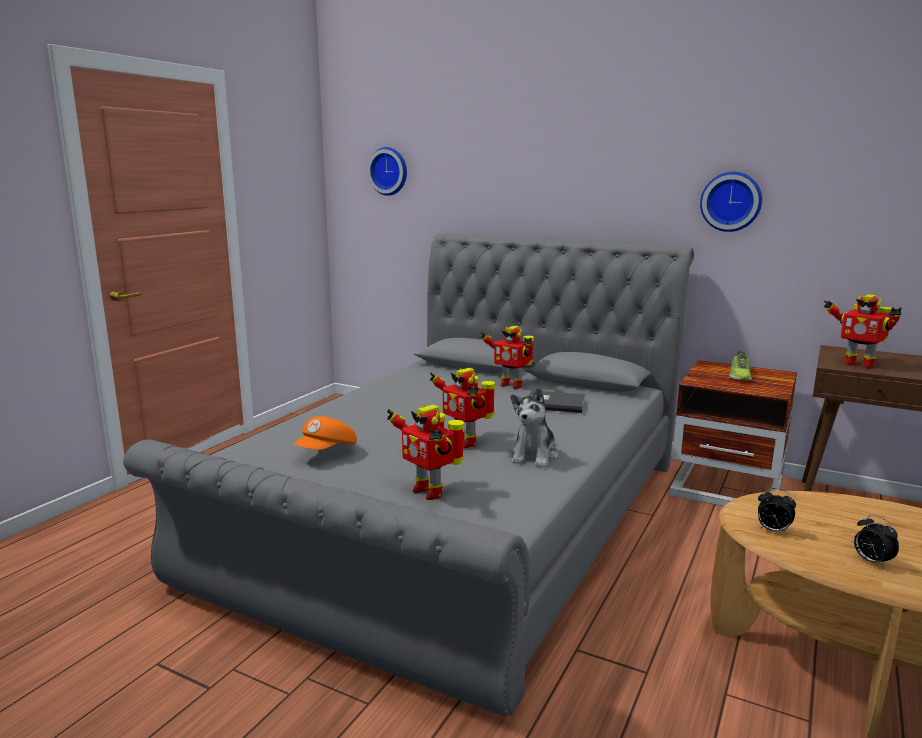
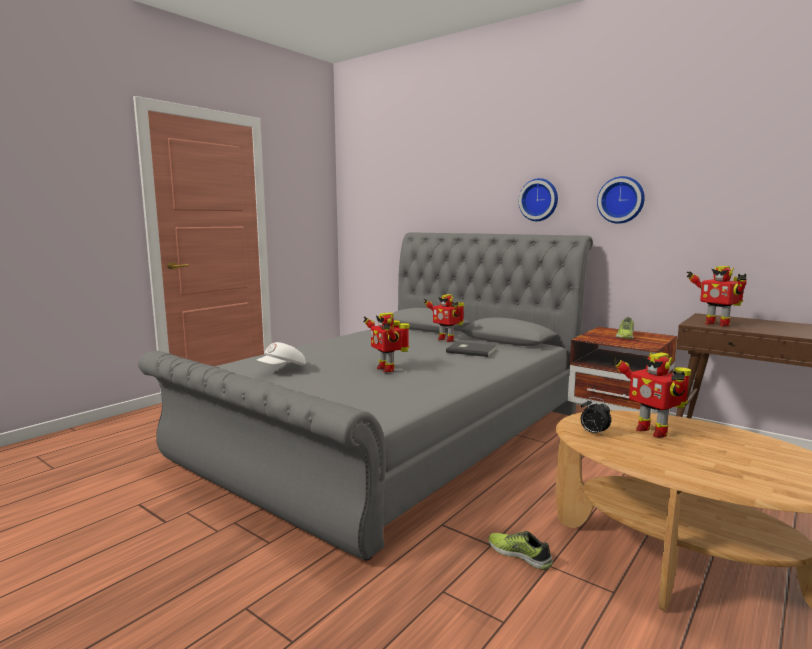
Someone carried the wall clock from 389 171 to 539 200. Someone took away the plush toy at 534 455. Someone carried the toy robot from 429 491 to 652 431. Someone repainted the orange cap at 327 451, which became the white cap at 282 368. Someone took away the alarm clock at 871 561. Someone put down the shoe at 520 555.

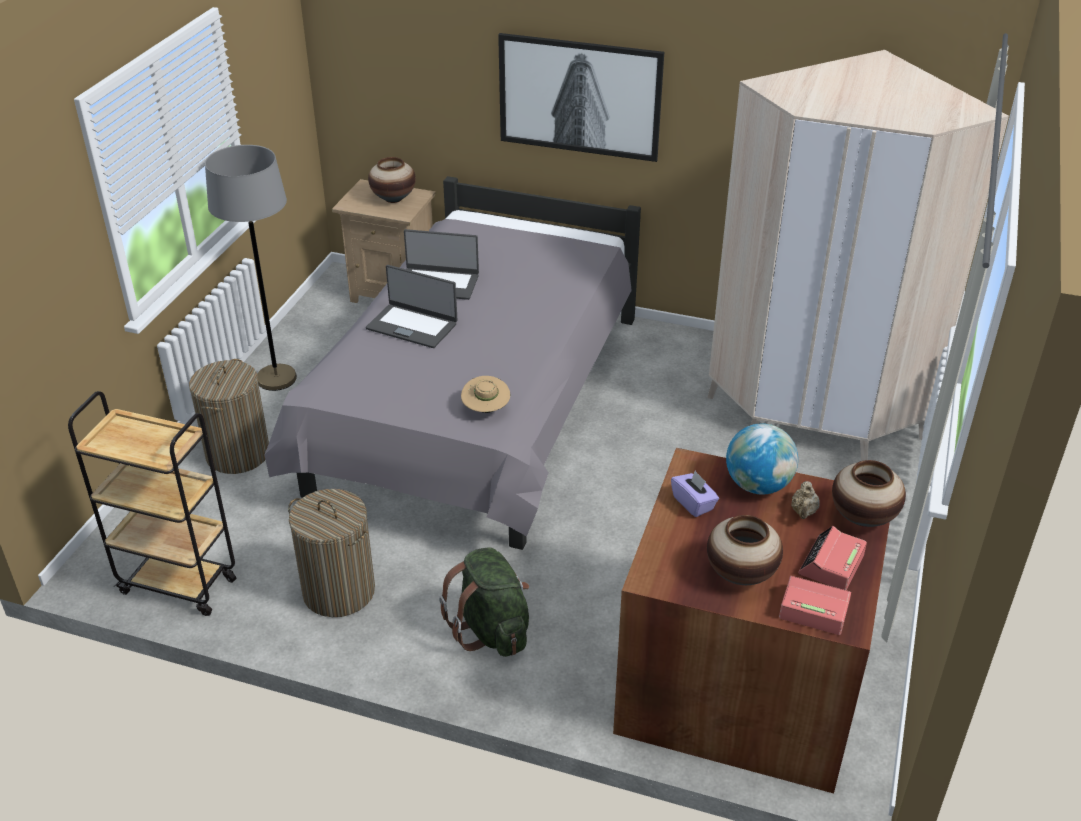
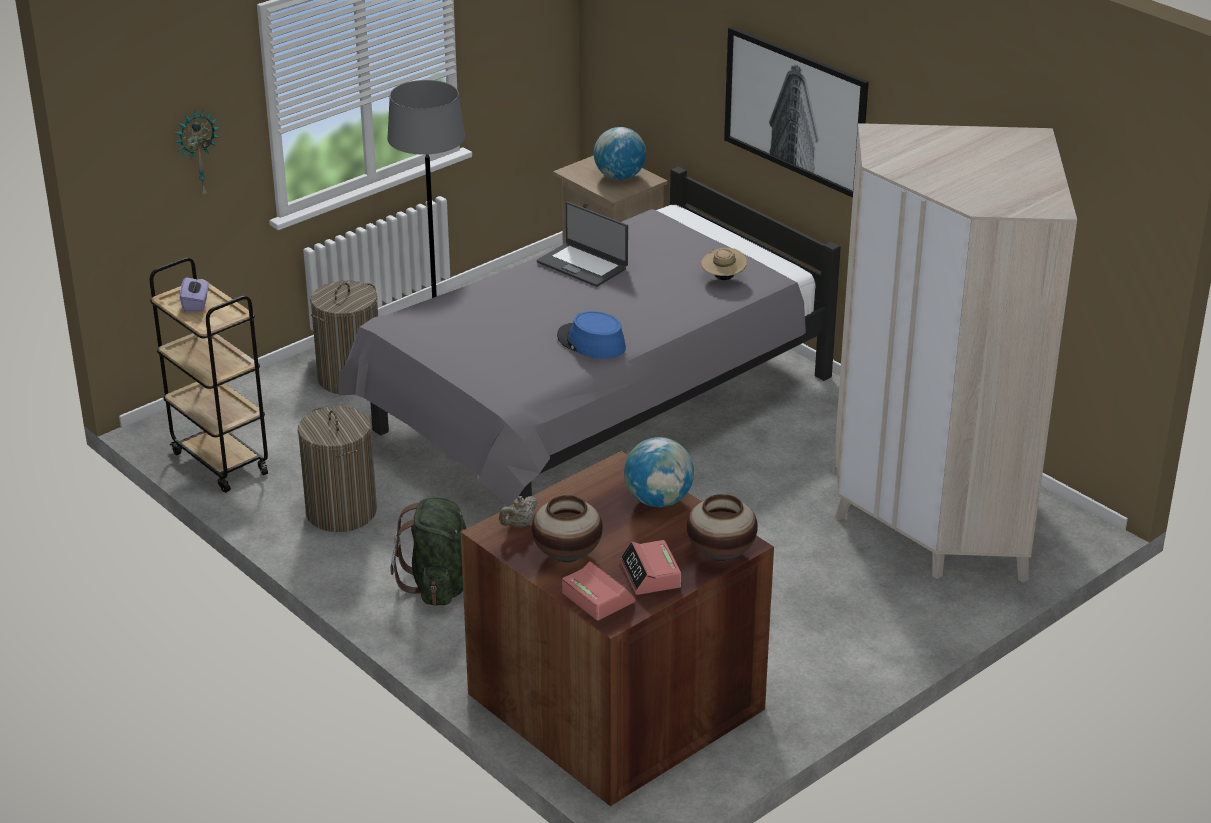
Someone swapped the vase at 393 198 for the globe at 619 177. Someone took away the laptop at 412 326. Someone carried the beige hat from 486 409 to 723 278. Someone carried the purple tissue box from 693 503 to 196 304. Someone carried the beige teapot from 803 512 to 519 525. Someone rotated the alarm clock at 831 565 by 75 degrees counterclockwise. Someone put up the wall clock at 197 153. Someone put down the blue hat at 591 342.

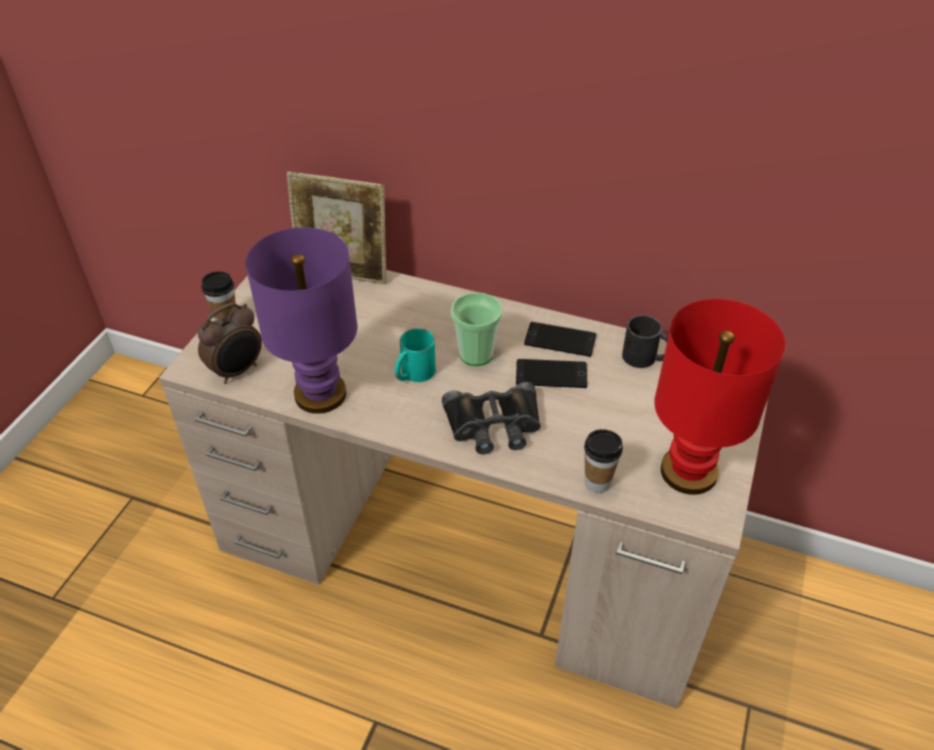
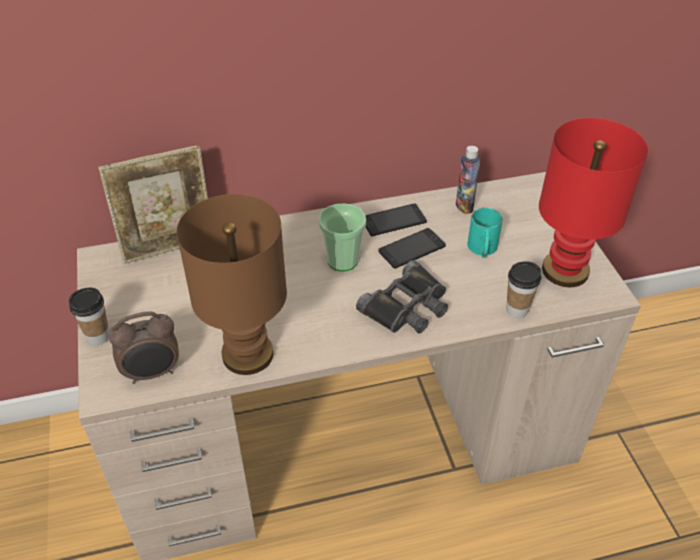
Someone repainted the purple table lamp at 319 395, which became the brown table lamp at 247 355. Someone rotated the alarm clock at 238 371 by 60 degrees clockwise. Someone swapped the black mug at 646 358 for the bottle at 464 205. Someone carried the turquoise mug from 413 374 to 482 249.

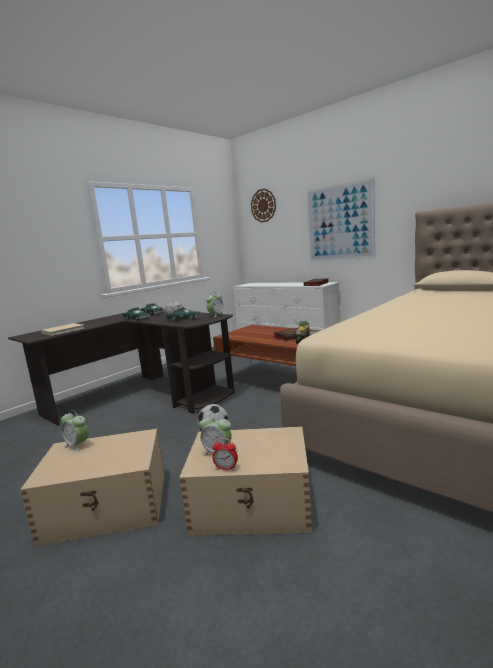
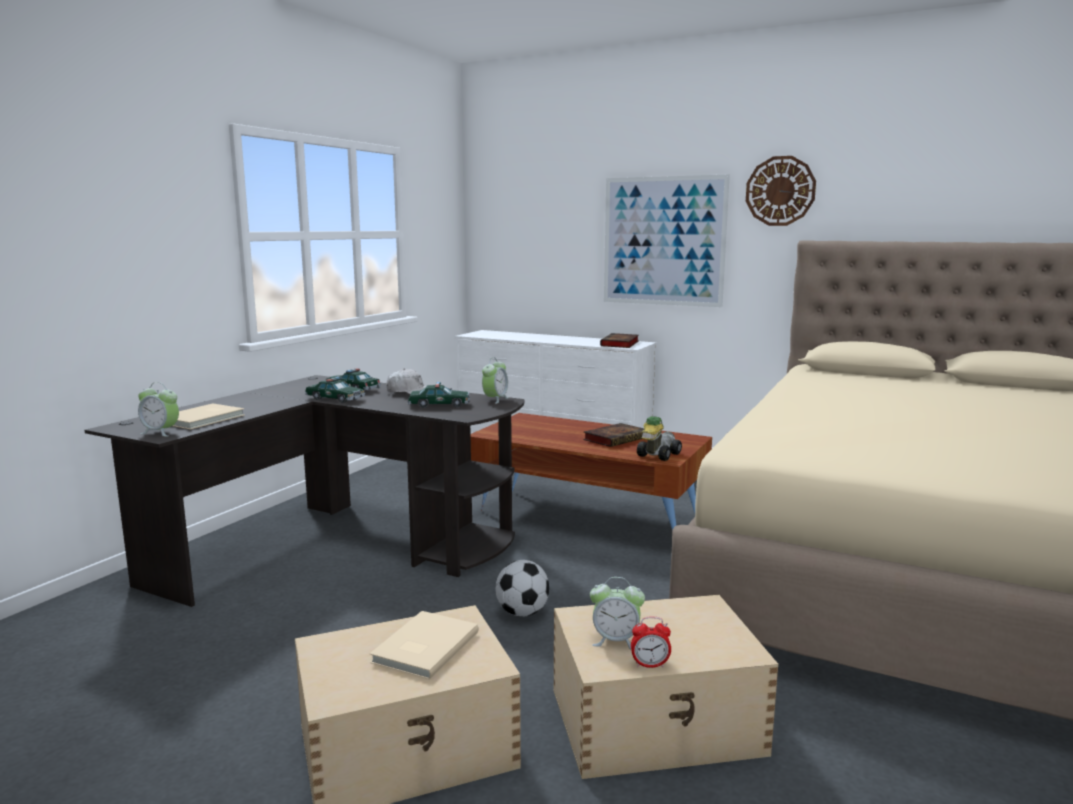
Someone carried the wall clock from 263 205 to 780 191. Someone carried the alarm clock from 77 445 to 161 432. Someone put down the beige book at 422 647.

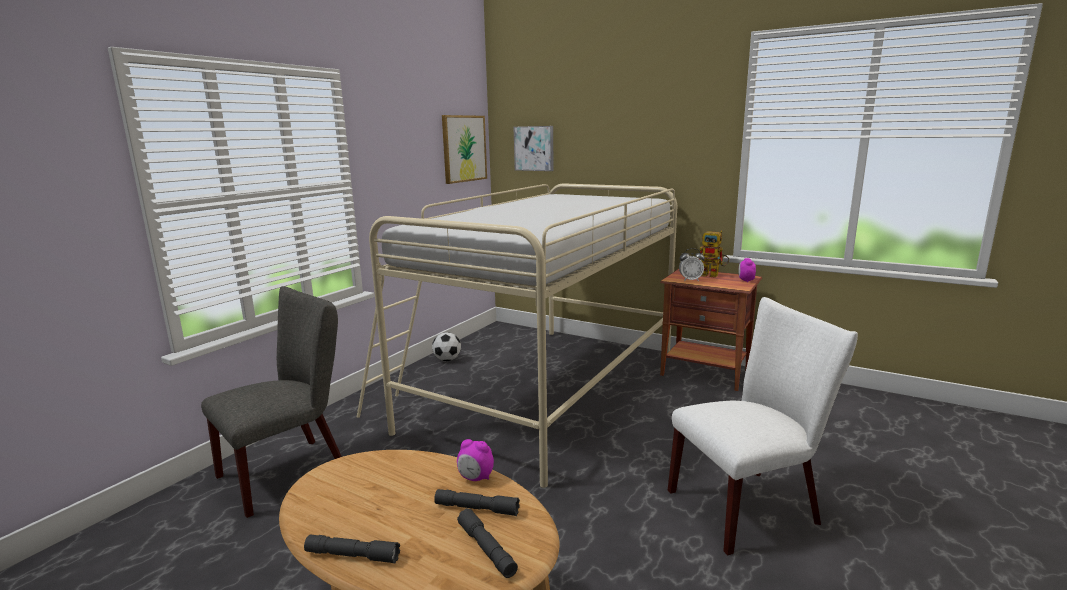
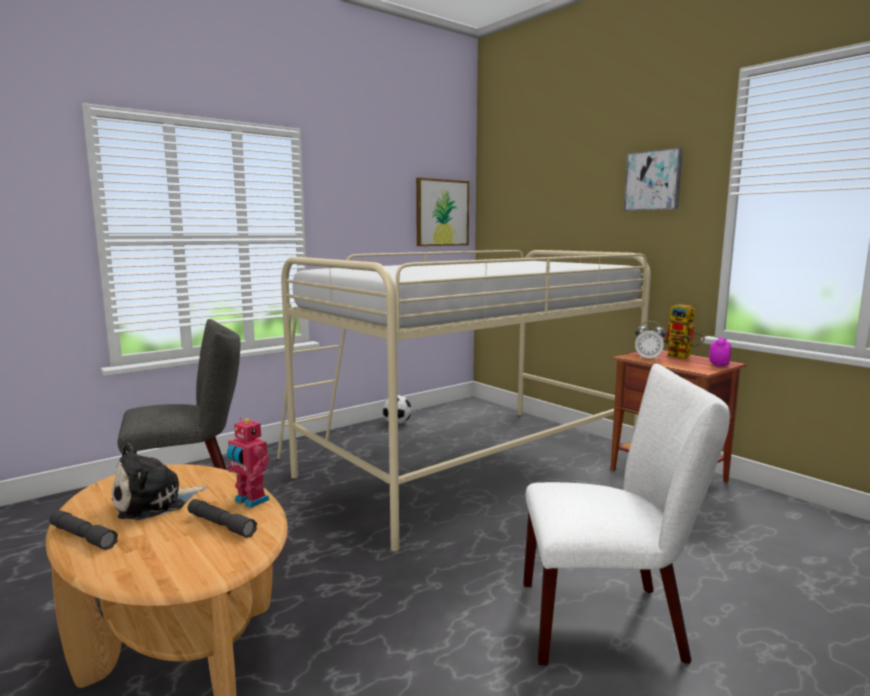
Someone carried the picture from 534 148 to 653 180. Someone swapped the alarm clock at 475 478 for the toy robot at 250 501. Someone took away the grey flashlight at 486 549. Someone put down the plush toy at 154 503.

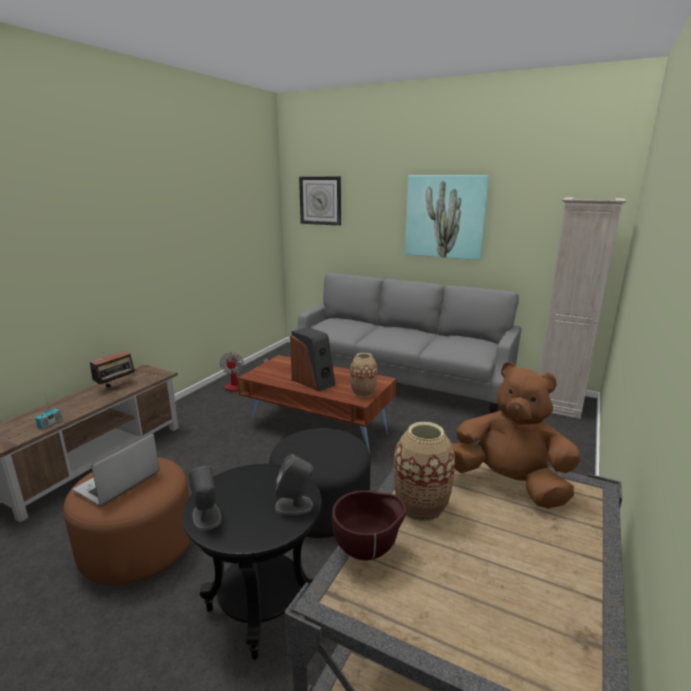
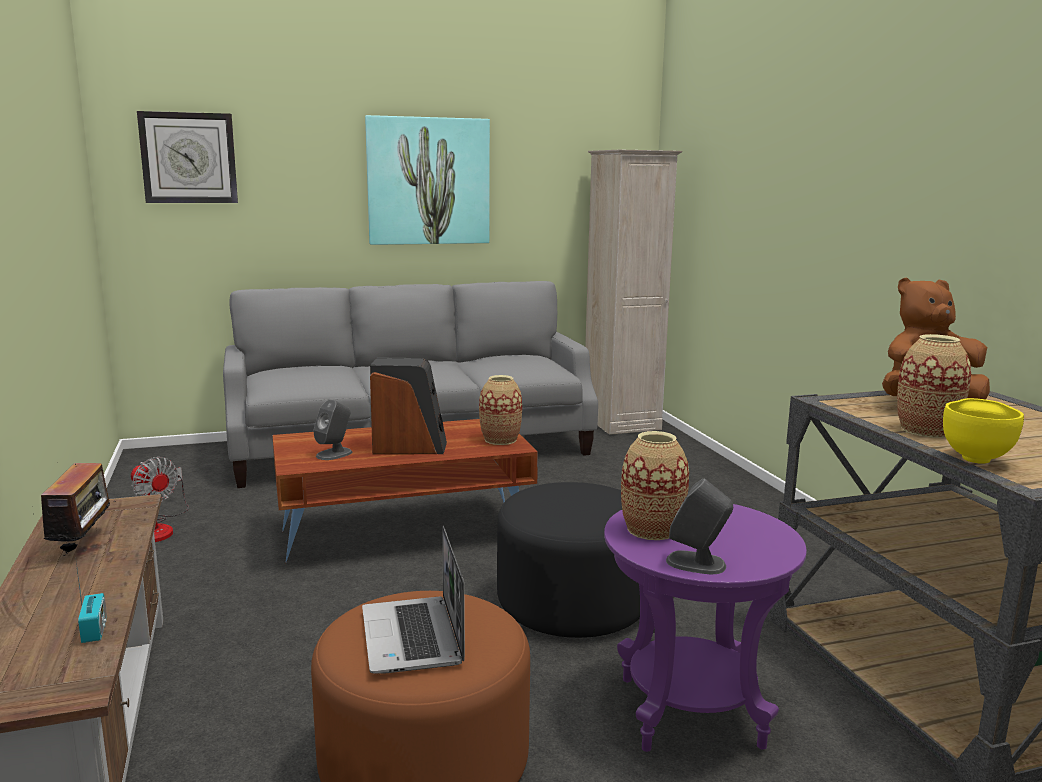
Someone carried the grey speaker from 294 506 to 334 454. Someone repainted the black side table at 262 608, which became the purple side table at 690 712. Someone repainted the brown bowl at 368 550, which became the yellow bowl at 976 458. Someone put down the vase at 651 529.

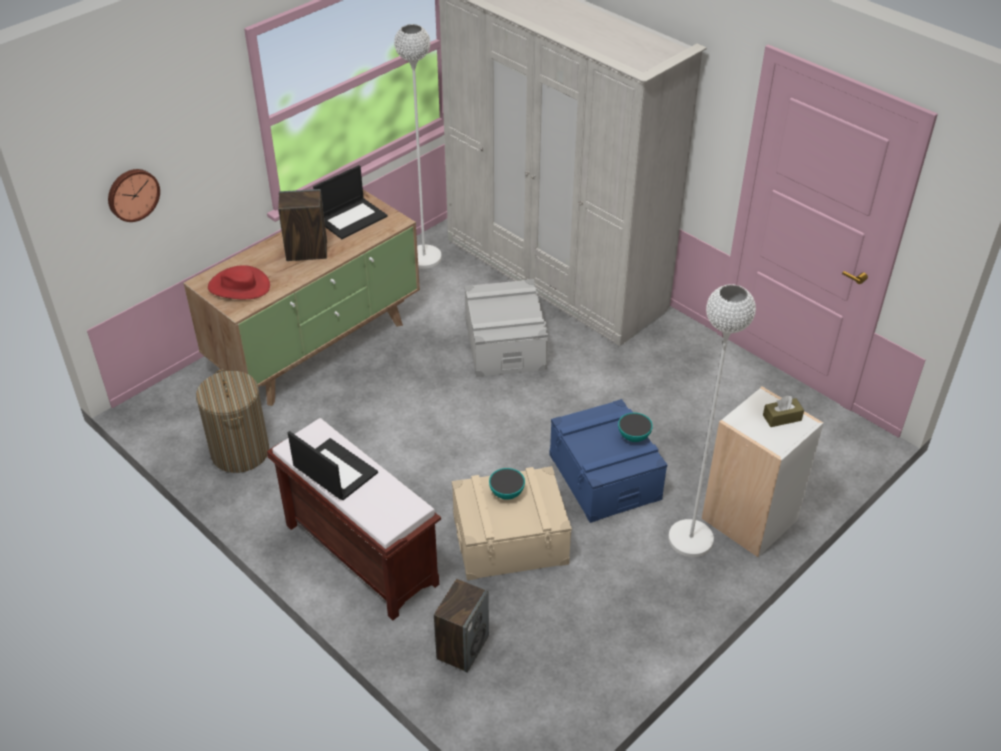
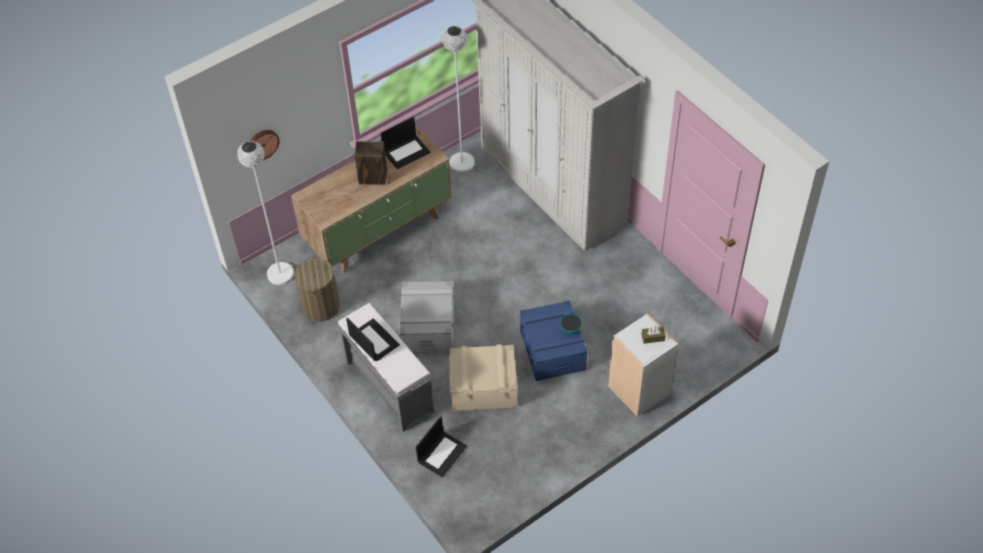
Someone took away the red hat at 239 286. Someone carried the grey storage box from 505 344 to 428 326. Someone carried the white floor lamp from 690 539 to 280 274. Someone repainted the brown bench at 359 554, which became the grey bench at 388 386. Someone took away the bowl at 506 493. Someone swapped the speaker at 462 647 for the laptop at 442 453.

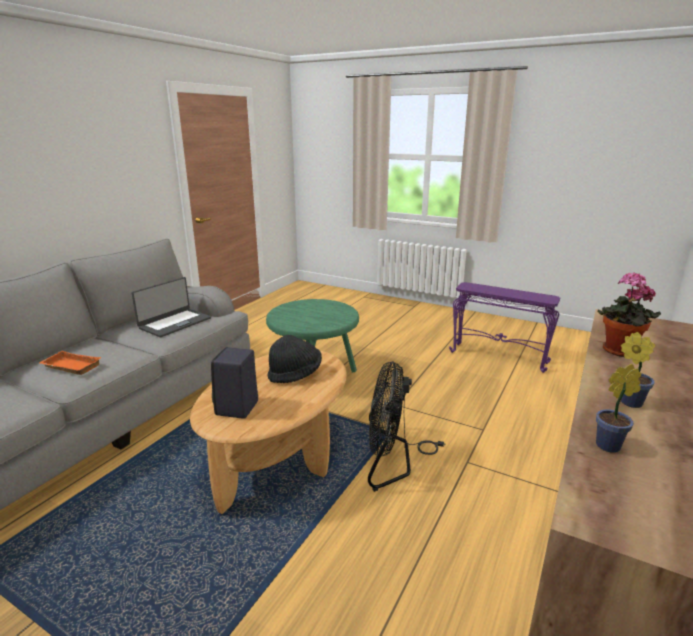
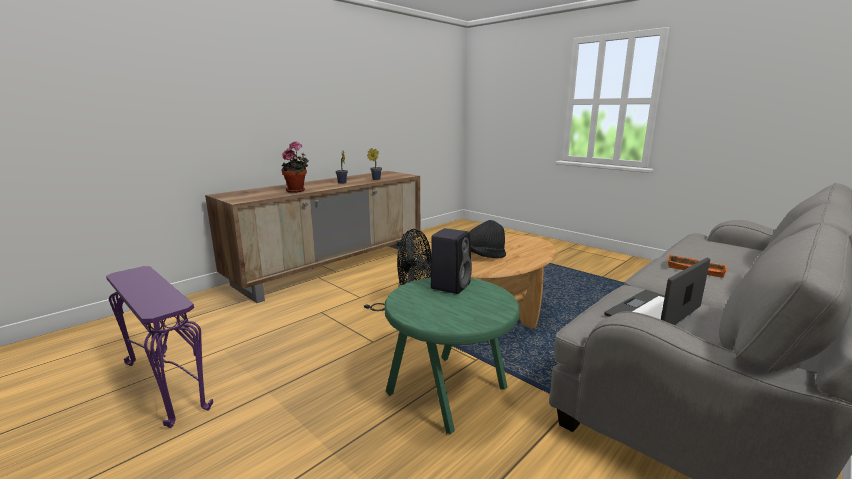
Someone carried the black speaker from 237 409 to 450 285.

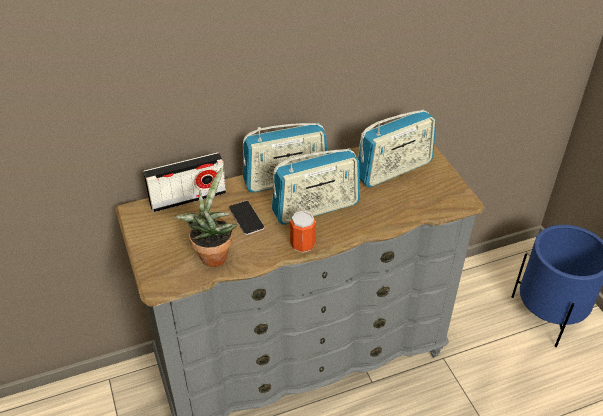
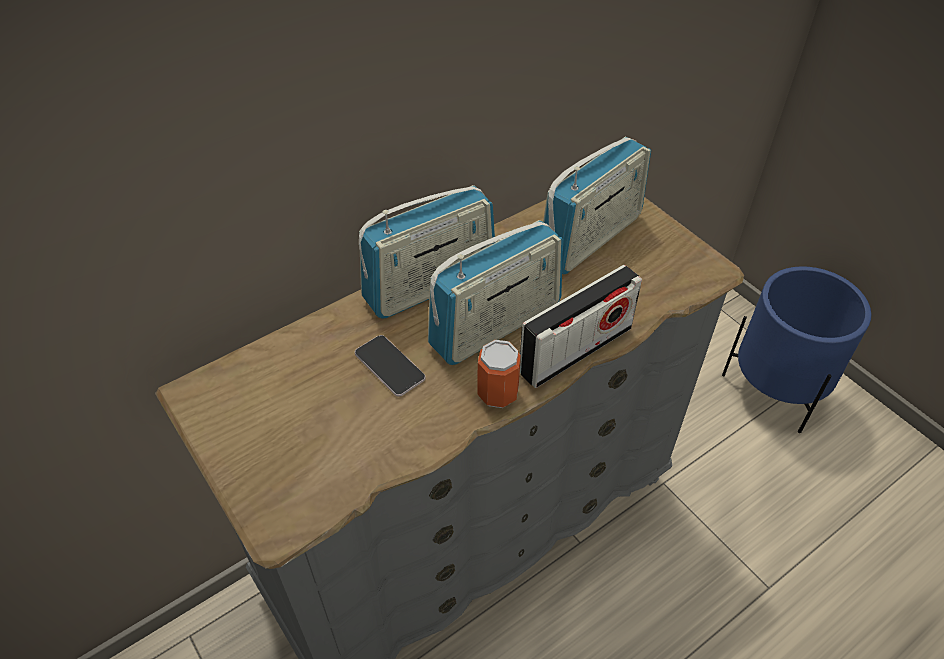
Someone carried the radio from 188 198 to 576 350. Someone took away the potted plant at 213 254.

